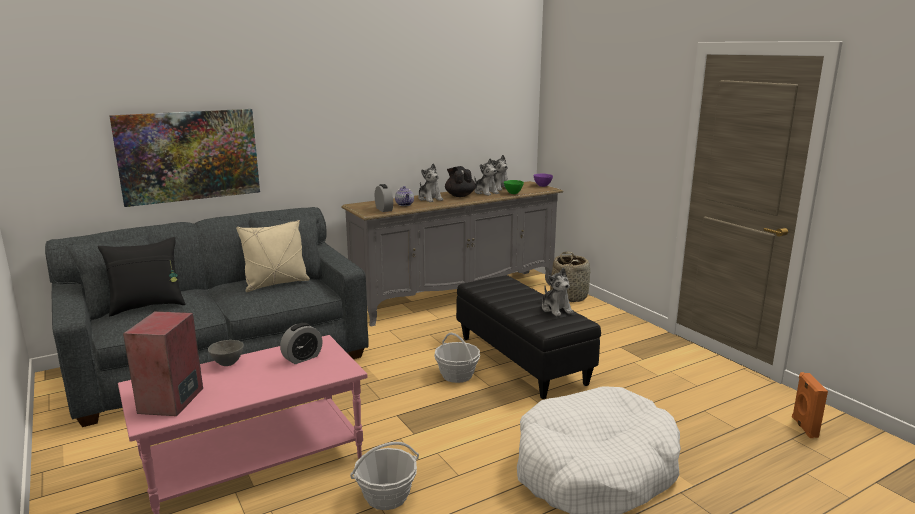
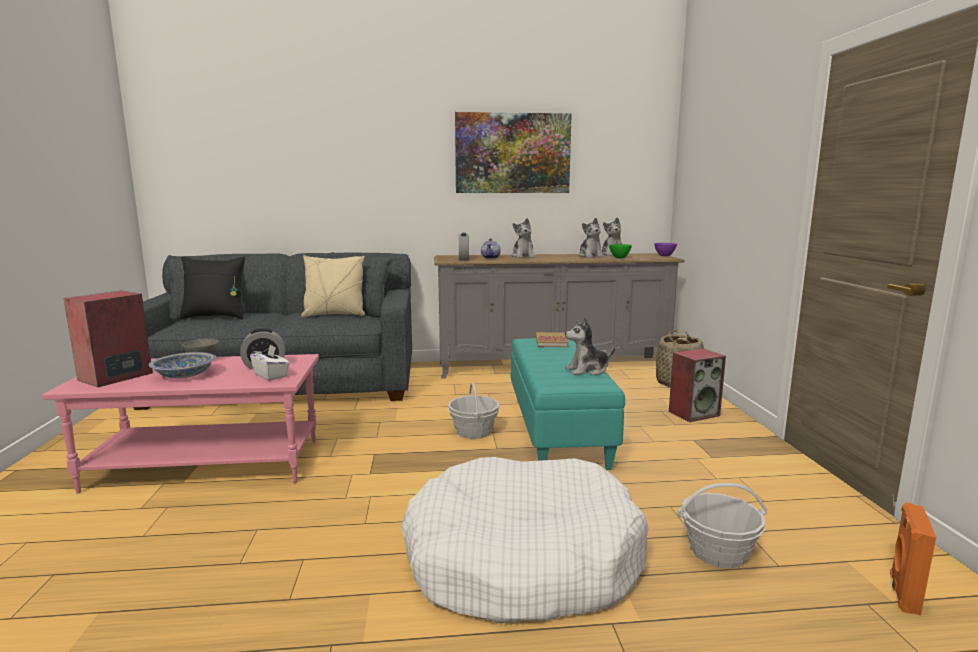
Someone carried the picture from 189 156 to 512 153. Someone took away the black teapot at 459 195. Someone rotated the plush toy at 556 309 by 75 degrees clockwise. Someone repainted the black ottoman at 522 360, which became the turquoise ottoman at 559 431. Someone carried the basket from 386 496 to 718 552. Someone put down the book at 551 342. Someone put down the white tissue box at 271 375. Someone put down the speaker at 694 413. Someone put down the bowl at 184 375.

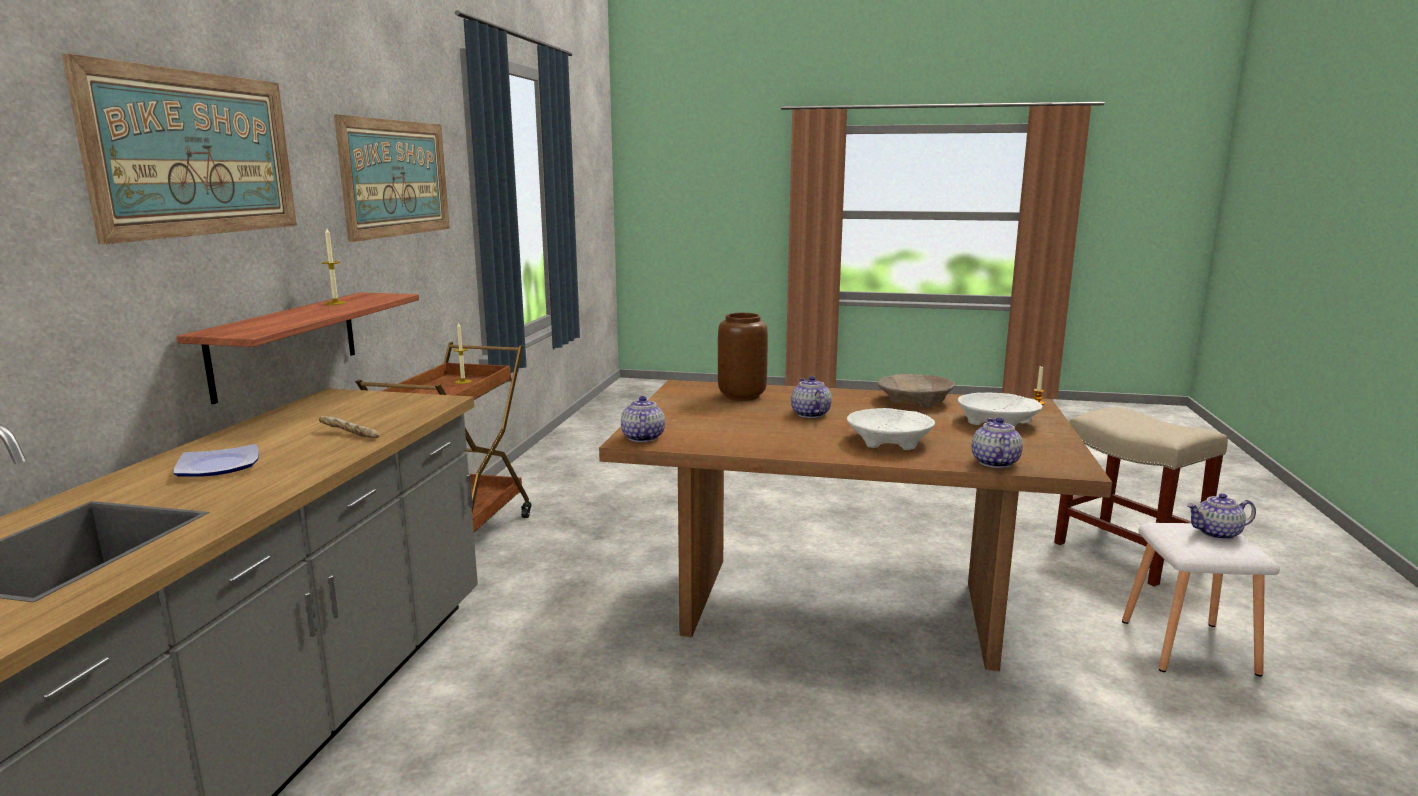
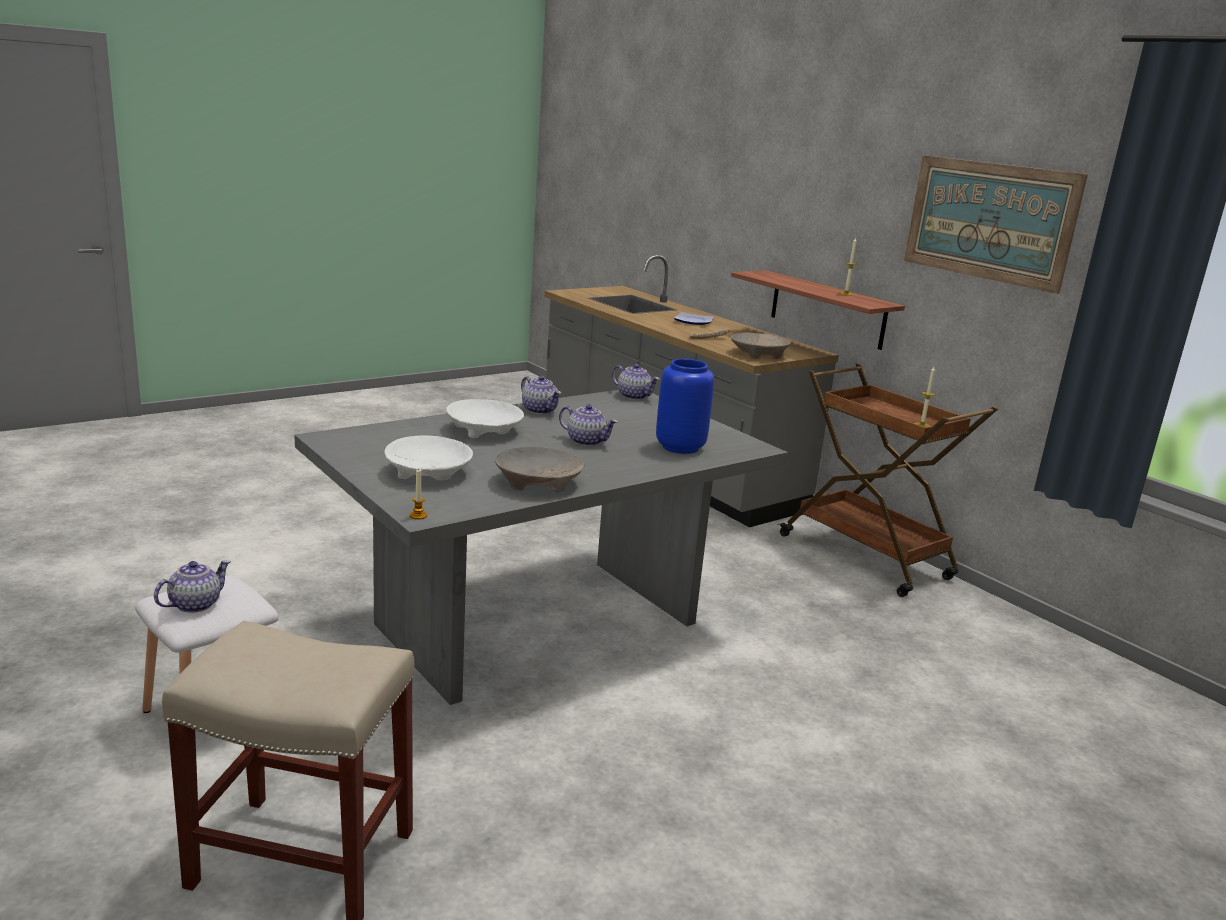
Someone took away the picture at 196 154. Someone repainted the brown vase at 743 396, which became the blue vase at 680 447. Someone repainted the brown dining table at 836 609, which became the grey dining table at 539 623. Someone carried the teapot from 994 462 to 540 410. Someone put down the beige bowl at 758 354.

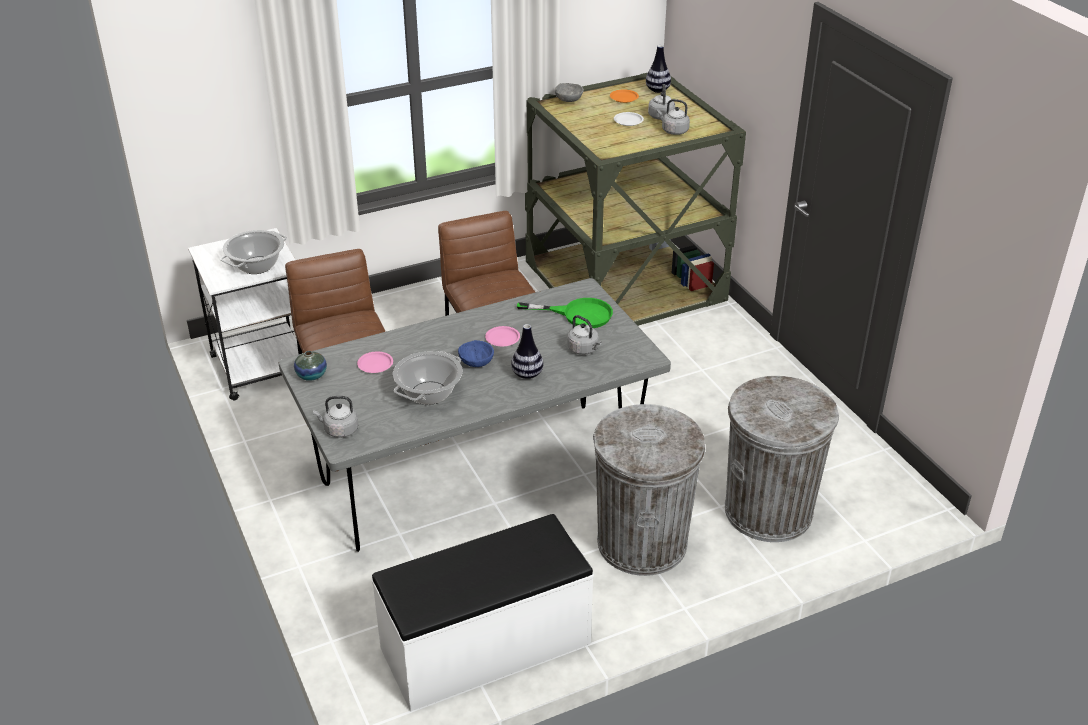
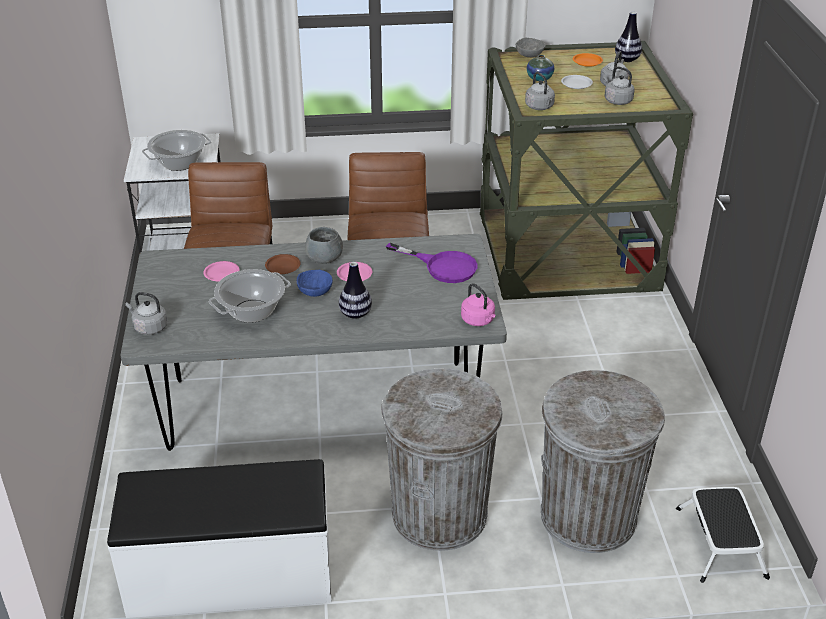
Someone repainted the green frying pan at 578 314, which became the purple frying pan at 442 266. Someone carried the grey kettle from 584 349 to 540 107. Someone carried the vase from 311 375 to 539 78. Someone put down the grey bowl at 325 259. Someone put down the brown plate at 282 266. Someone put down the pink kettle at 479 321. Someone put down the black step ladder at 720 542.

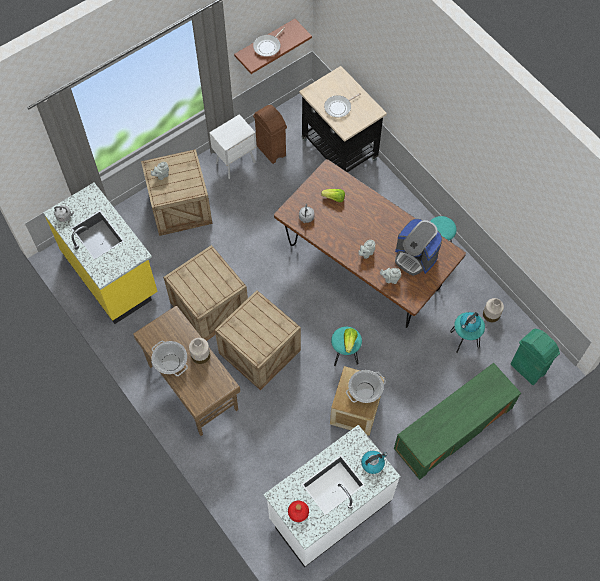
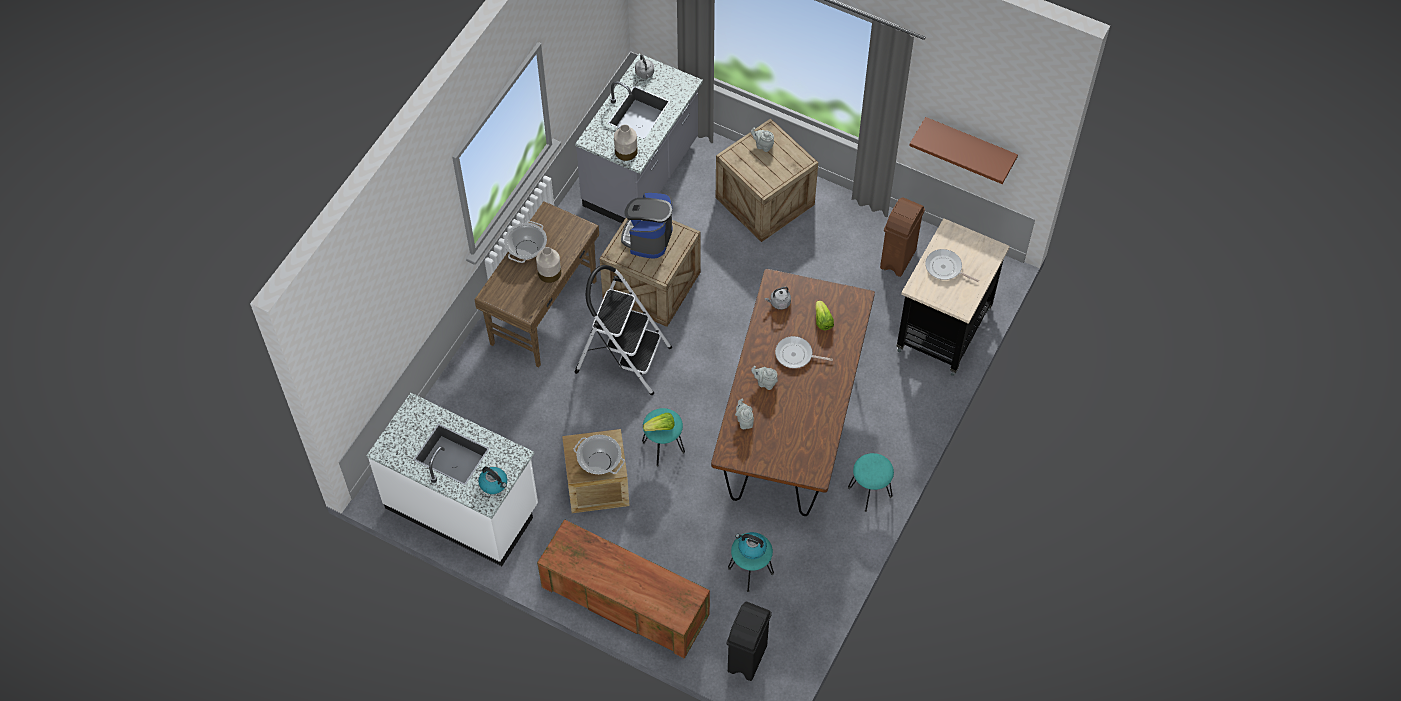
Someone carried the frying pan from 268 46 to 796 355. Someone took away the white nightstand at 236 163. Someone repainted the yellow counter at 111 273, which became the grey counter at 642 174. Someone carried the coffee machine from 415 257 to 648 237. Someone swapped the crate at 259 352 for the step ladder at 621 358. Someone carried the beige vase from 491 314 to 625 151. Someone repainted the green trash can at 527 369, which became the black trash can at 746 659. Someone repainted the green bench at 453 429, which became the brown bench at 623 601. Someone took away the red bottle at 298 512.

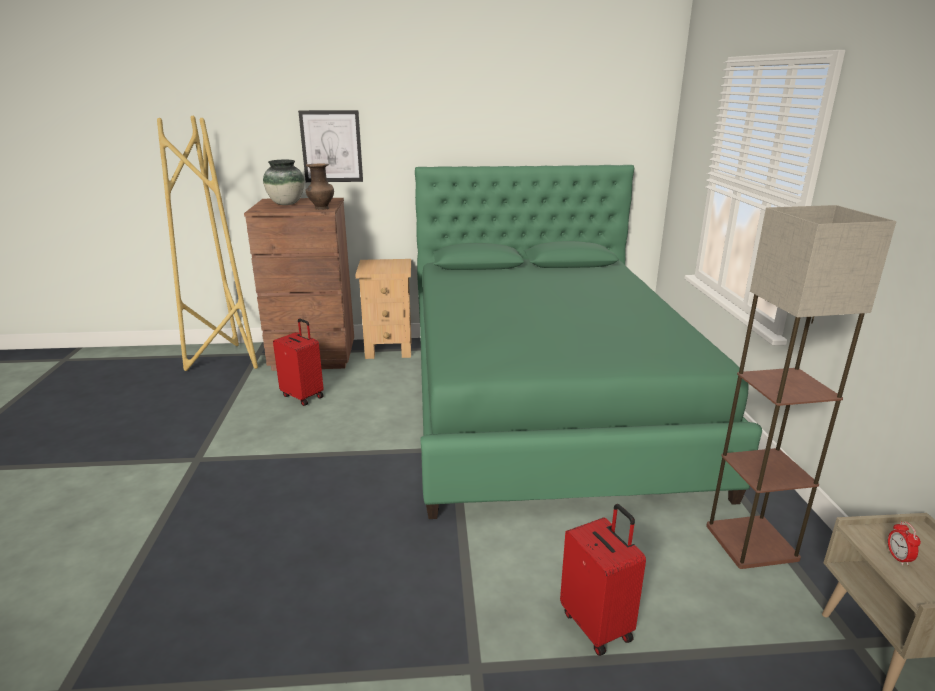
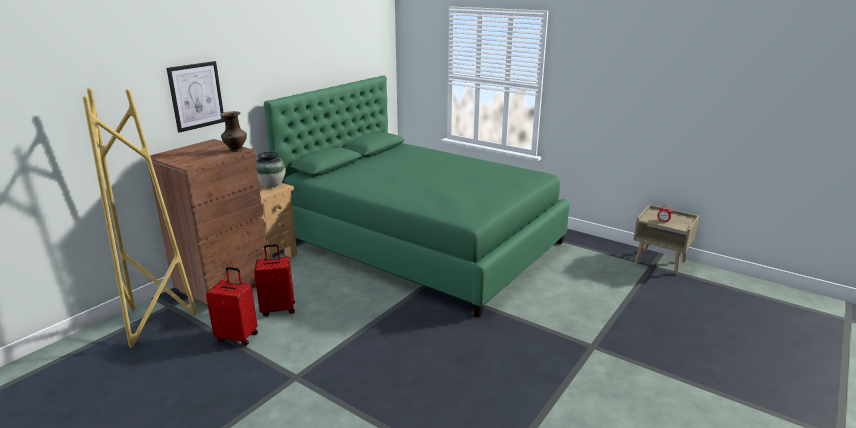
Someone carried the vase from 287 204 to 271 185. Someone took away the floor lamp at 751 541. Someone carried the red suitcase from 598 625 to 238 336.

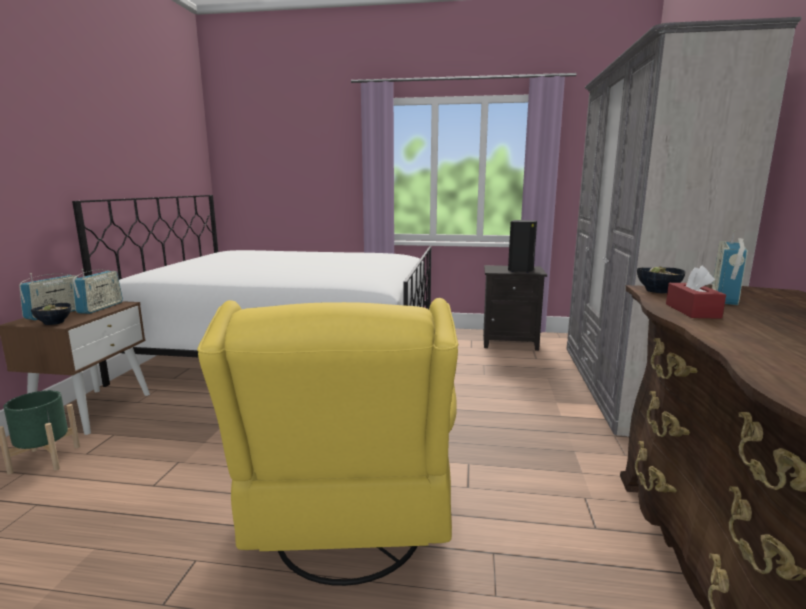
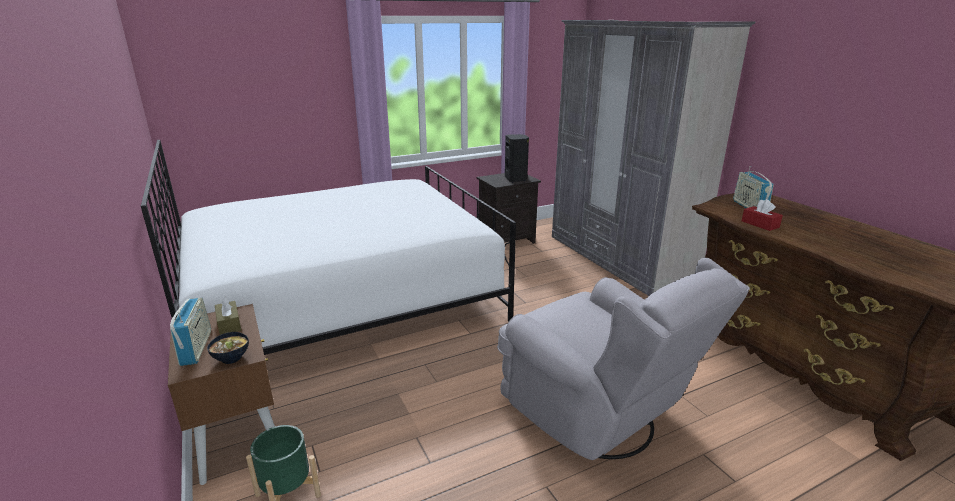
Someone took away the bowl at 657 291. Someone swapped the radio at 100 308 for the brown tissue box at 229 324. Someone repainted the yellow armchair at 350 525, which became the grey armchair at 597 418.

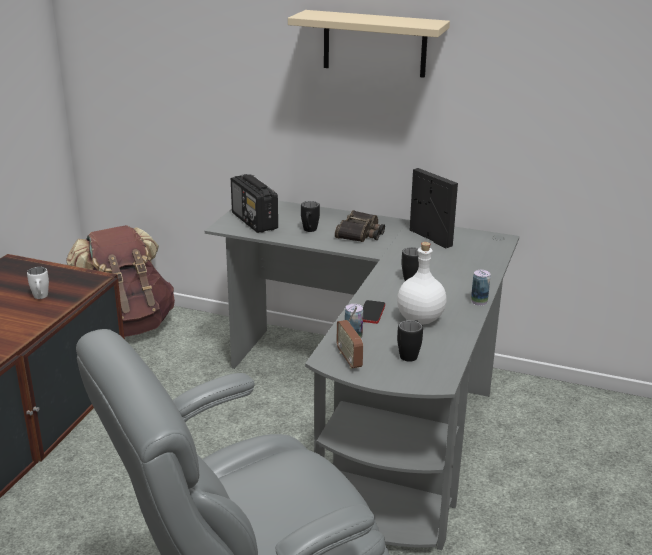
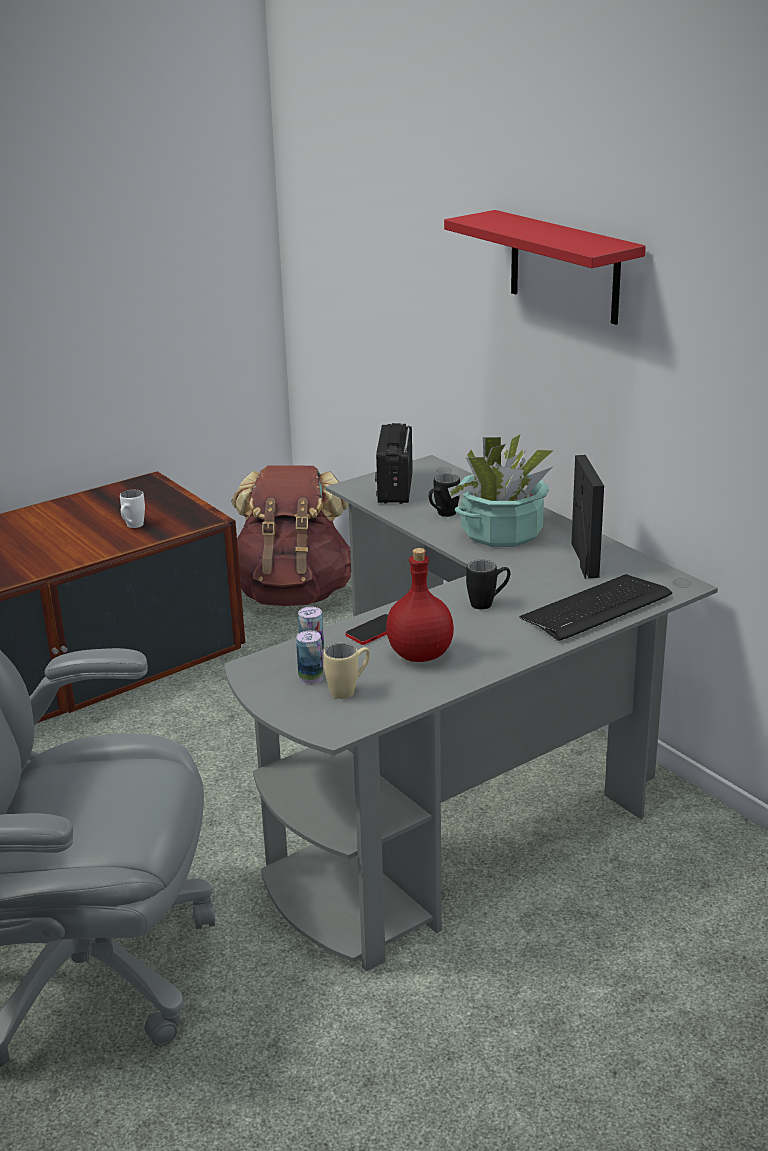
Someone repainted the beige shelf at 374 44, which became the red shelf at 564 267. Someone swapped the binoculars at 361 233 for the potted plant at 502 533. Someone repainted the white bottle at 420 319, which became the red bottle at 420 655. Someone carried the can from 479 301 to 310 678. Someone took away the radio at 349 359. Someone repainted the black mug at 410 354, which became the beige mug at 349 690. Someone put down the keyboard at 596 608.

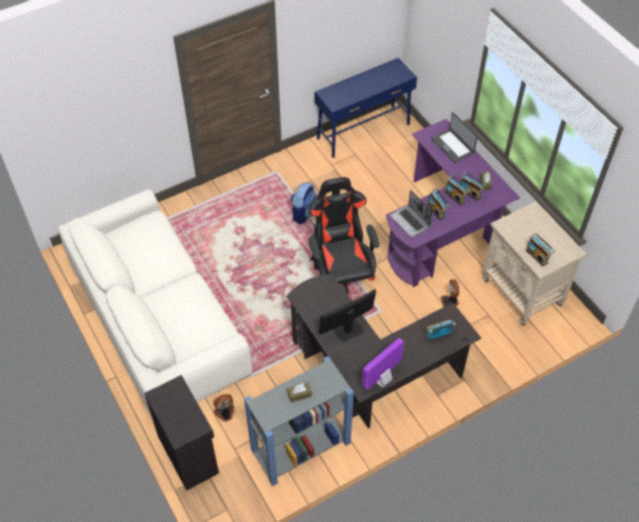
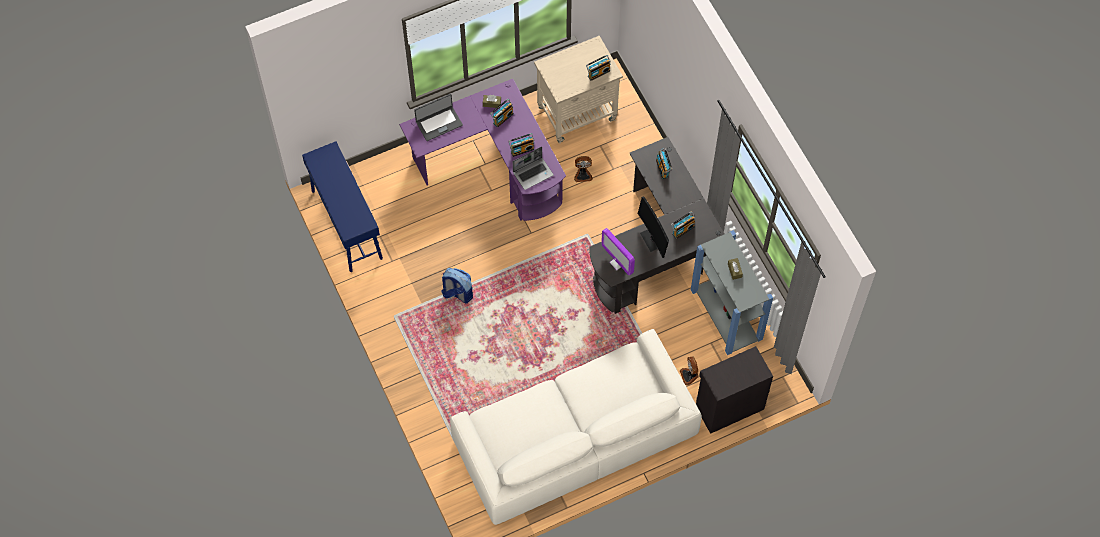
Someone carried the radio from 455 196 to 682 229. Someone took away the black office chair at 341 281. Someone carried the monitor from 382 380 to 618 263.

